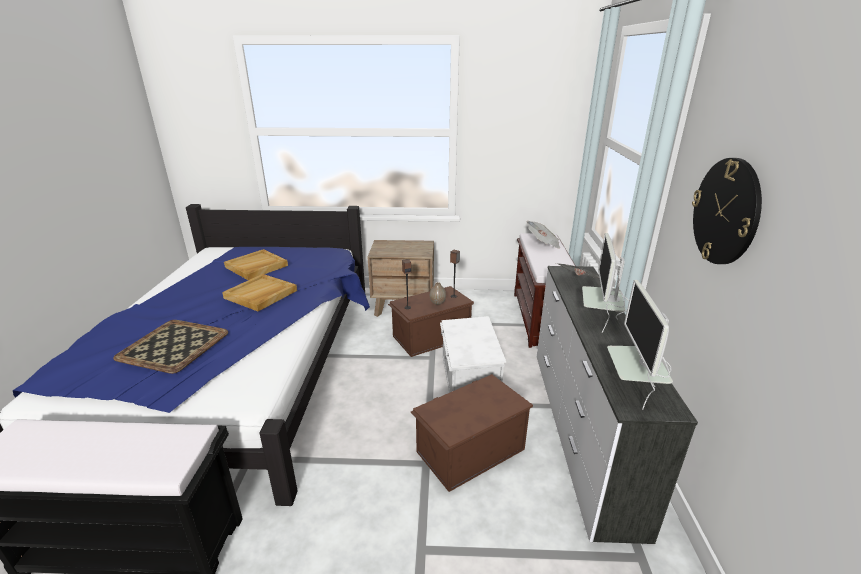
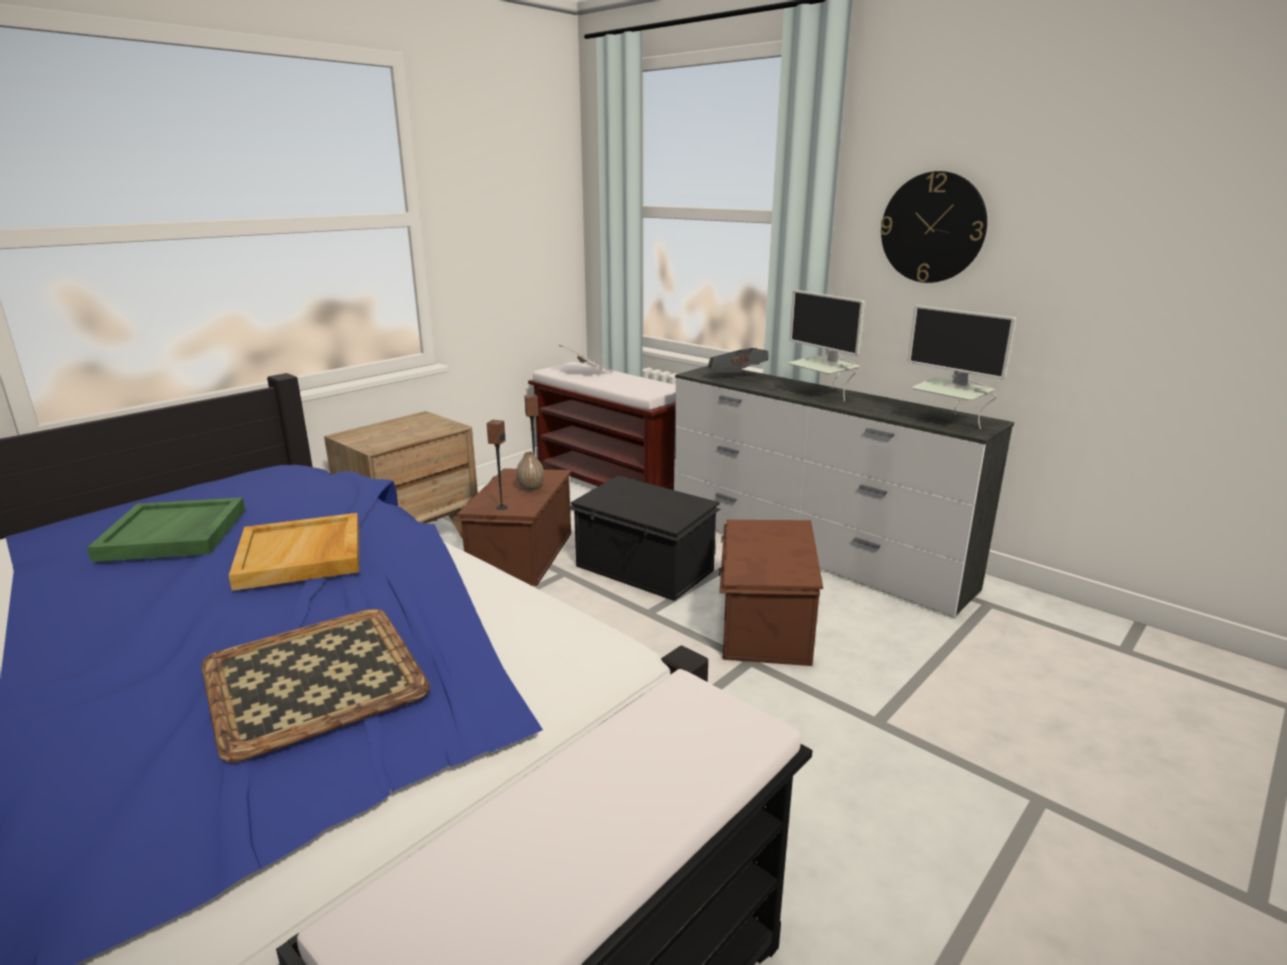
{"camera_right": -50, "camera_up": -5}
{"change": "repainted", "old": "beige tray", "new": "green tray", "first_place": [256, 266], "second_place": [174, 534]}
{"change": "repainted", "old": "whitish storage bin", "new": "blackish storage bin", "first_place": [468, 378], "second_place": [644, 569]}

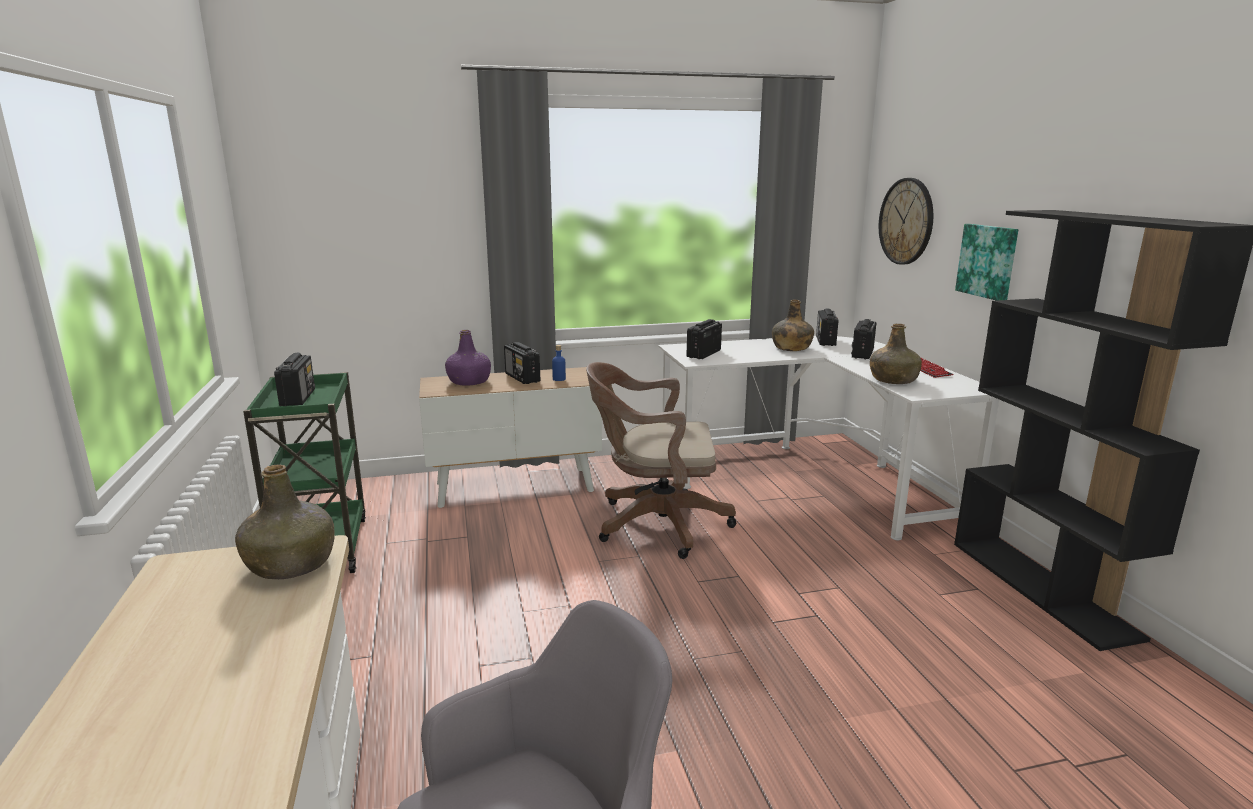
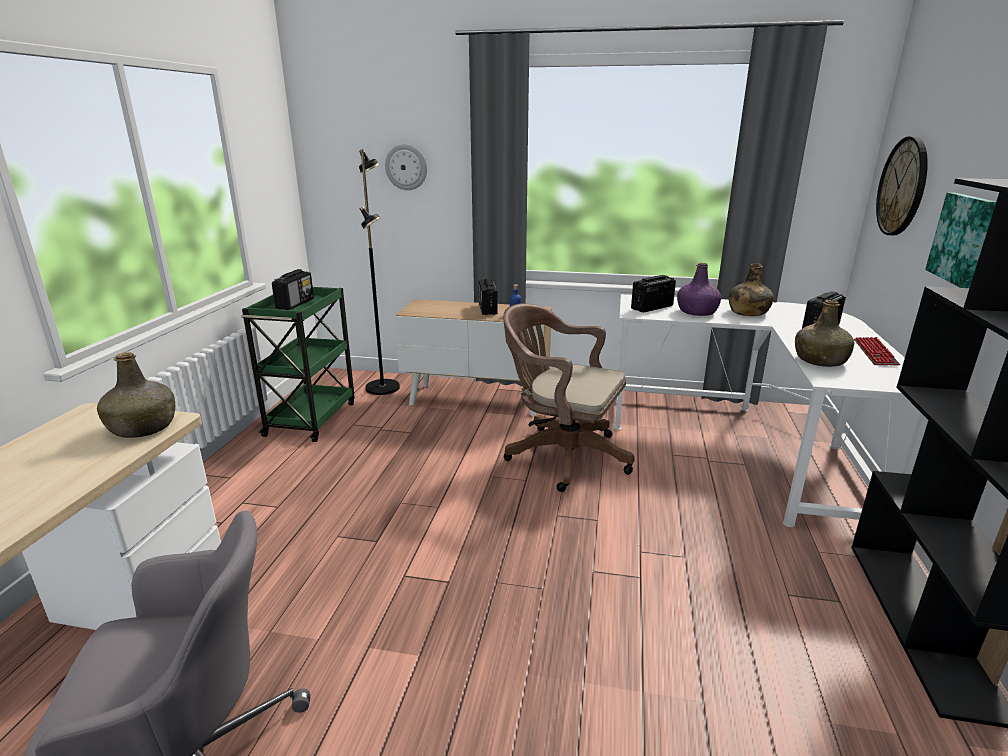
{"camera_right": 25, "camera_up": 5}
{"change": "gone", "old": "radio set", "first_place": [825, 341]}
{"change": "new", "new": "blackish standing lamp", "second_place": [383, 387]}
{"change": "new", "new": "hanging clock", "second_place": [406, 167]}
{"change": "shifted", "old": "purple-coloured drink bottle", "first_place": [469, 382], "second_place": [697, 312]}

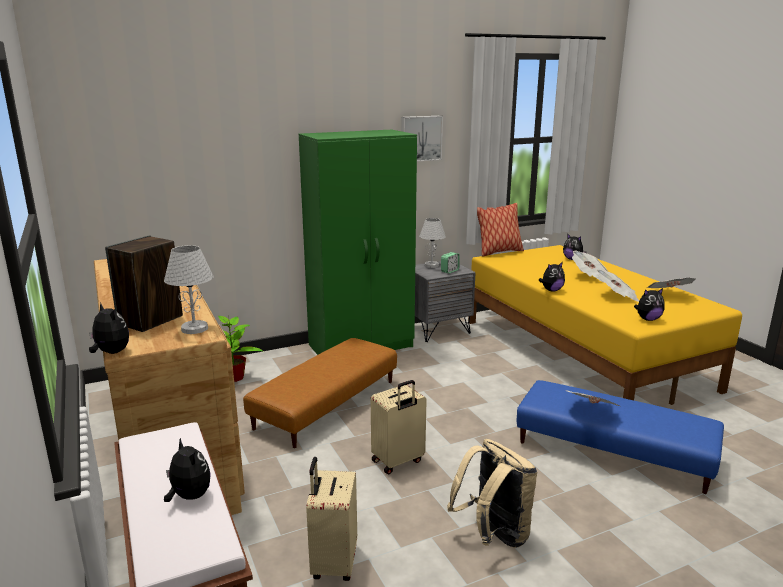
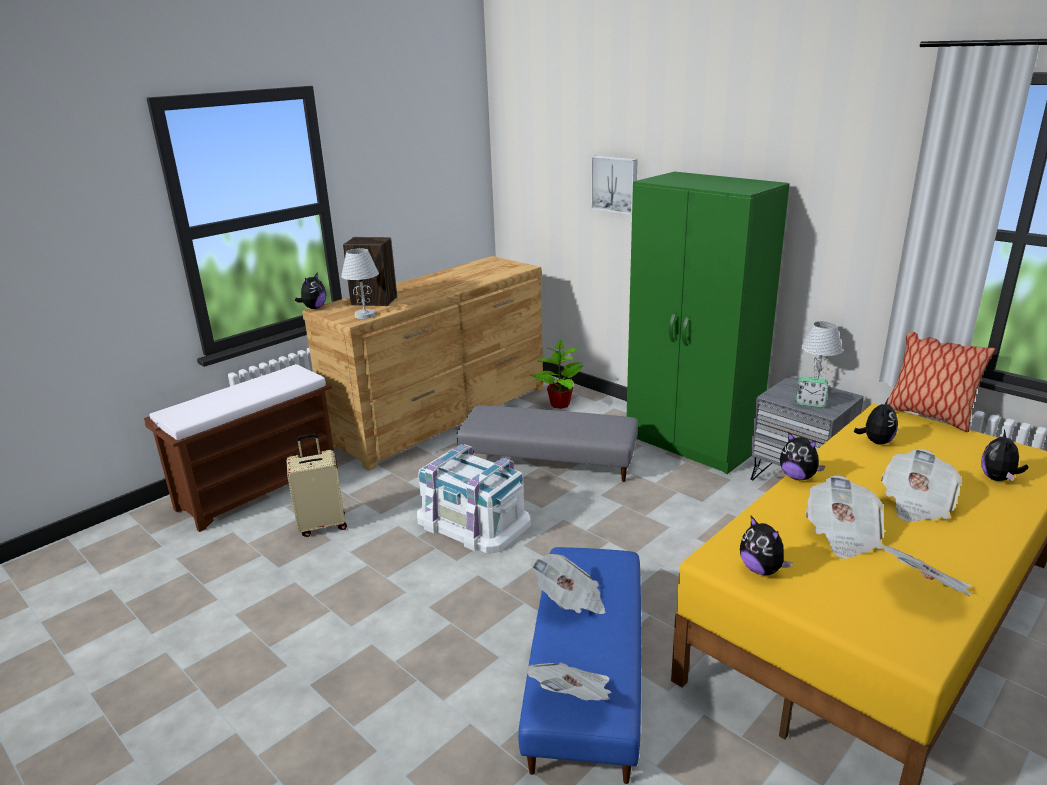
{"camera_right": 70, "camera_up": 5}
{"change": "gone", "old": "beige rucksack", "first_place": [493, 535]}
{"change": "new", "new": "newspaper", "second_place": [573, 697]}
{"change": "shifted", "old": "cuddly toy", "first_place": [189, 496], "second_place": [876, 442]}
{"change": "shifted", "old": "wall art", "first_place": [420, 138], "second_place": [615, 184]}
{"change": "swapped", "old": "beige piece of luggage", "new": "whitish storage bin", "first_place": [398, 461], "second_place": [472, 521]}
{"change": "repainted", "old": "brown footrest", "new": "greyish footrest", "first_place": [326, 404], "second_place": [549, 459]}

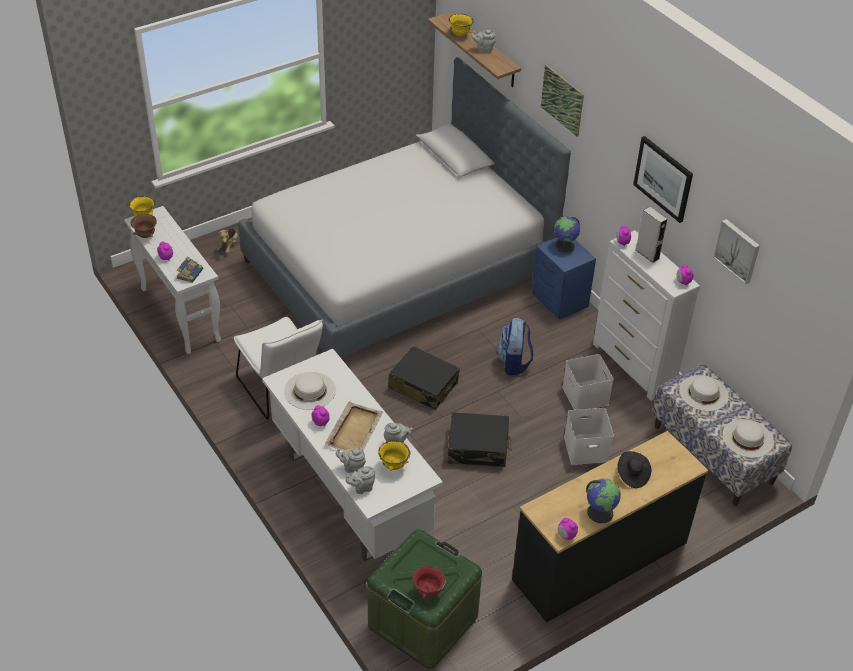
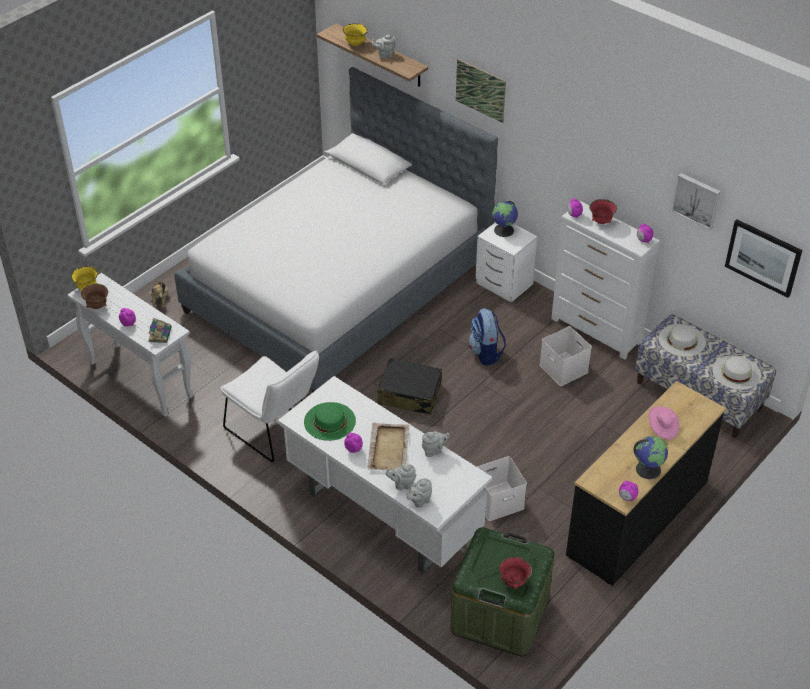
{"camera_right": -15, "camera_up": 0}
{"change": "gone", "old": "yellow deep dish", "first_place": [393, 466]}
{"change": "gone", "old": "blackish piece of luggage", "first_place": [478, 447]}
{"change": "shifted", "old": "whitish storage bin", "first_place": [585, 449], "second_place": [498, 502]}
{"change": "shifted", "old": "wall art", "first_place": [663, 178], "second_place": [763, 257]}
{"change": "swapped", "old": "greyish speaker", "new": "reddish deep dish", "first_place": [647, 254], "second_place": [601, 221]}
{"change": "repainted", "old": "whitish wearable hat", "new": "green wearable hat", "first_place": [309, 390], "second_place": [329, 421]}
{"change": "repainted", "old": "blue-coloured bedside table", "new": "whitish bedside table", "first_place": [559, 301], "second_place": [504, 284]}
{"change": "repainted", "old": "blackish wearable hat", "new": "pinkish wearable hat", "first_place": [632, 475], "second_place": [662, 428]}

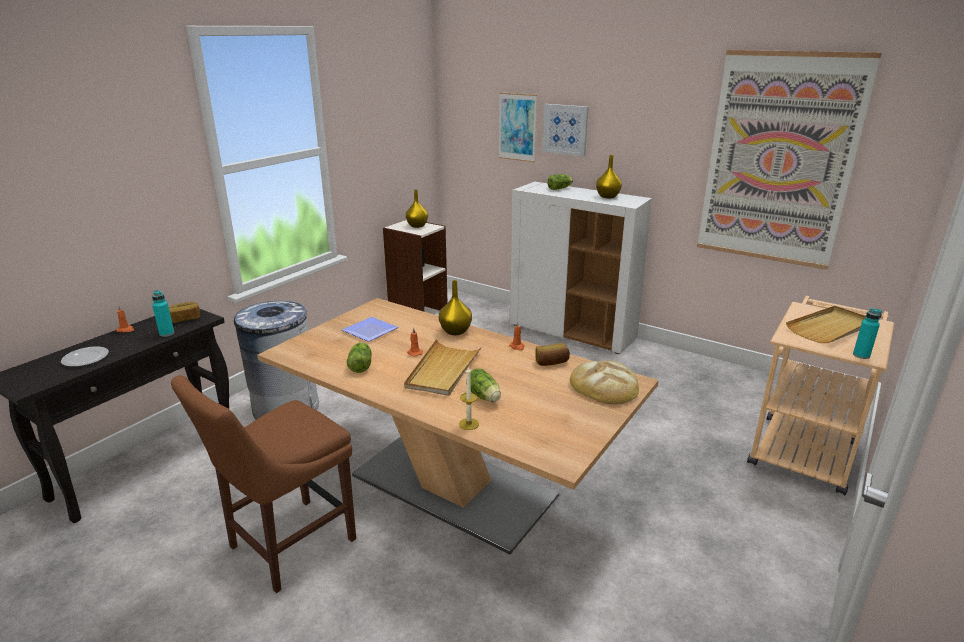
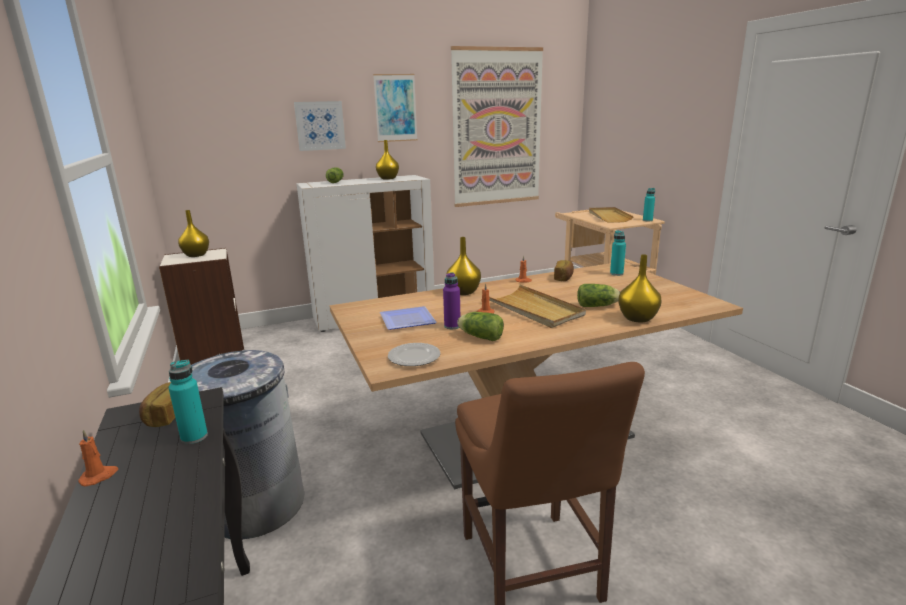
{"camera_right": -55, "camera_up": -5}
{"change": "new", "new": "purple-coloured drink bottle", "second_place": [452, 326]}
{"change": "shifted", "old": "flat dish", "first_place": [85, 359], "second_place": [413, 357]}
{"change": "shifted", "old": "wall art", "first_place": [517, 127], "second_place": [395, 108]}
{"change": "swapped", "old": "wax candle", "new": "yellow flower vase", "first_place": [469, 424], "second_place": [638, 319]}
{"change": "swapped", "old": "baked bread", "new": "blue-green drink bottle", "first_place": [604, 386], "second_place": [616, 273]}

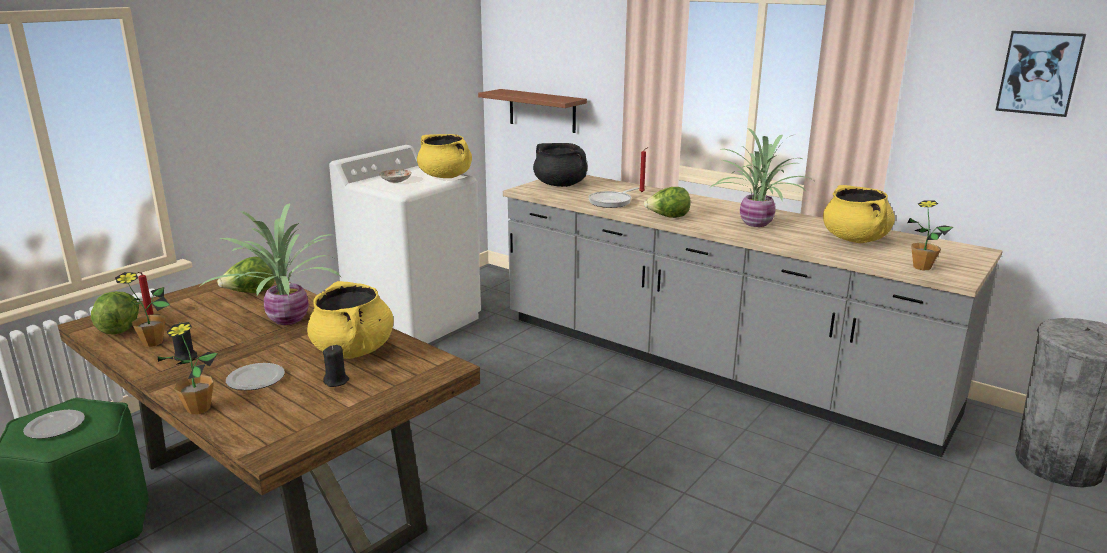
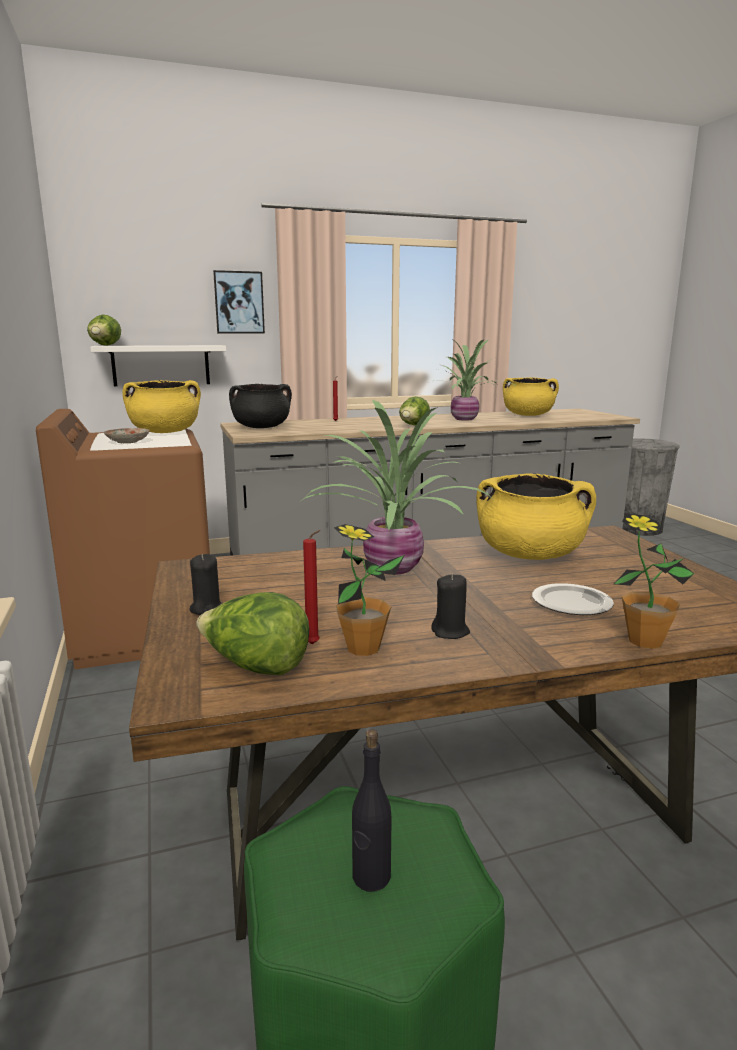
{"camera_right": -55, "camera_up": -5}
{"change": "gone", "old": "frying pan", "first_place": [612, 202]}
{"change": "gone", "old": "houseplant", "first_place": [921, 267]}
{"change": "shifted", "old": "lettuce", "first_place": [250, 293], "second_place": [105, 345]}
{"change": "shifted", "old": "blackish wax candle", "first_place": [336, 381], "second_place": [206, 608]}
{"change": "shifted", "old": "wall art", "first_place": [1039, 73], "second_place": [239, 302]}
{"change": "swapped", "old": "flat dish", "new": "blackish drink bottle", "first_place": [55, 427], "second_place": [371, 877]}
{"change": "repainted", "old": "whitish laundry appliance", "new": "brown laundry appliance", "first_place": [414, 321], "second_place": [144, 631]}
{"change": "repainted", "old": "brown bracket shelf", "new": "whitish bracket shelf", "first_place": [542, 110], "second_place": [161, 365]}

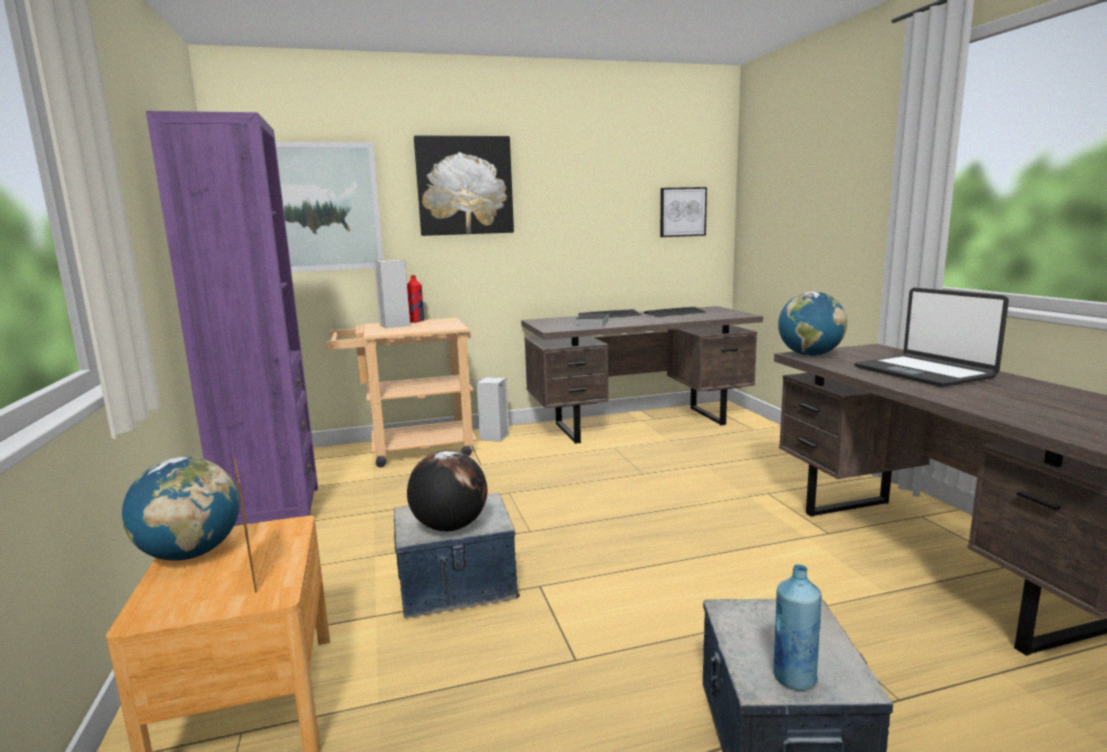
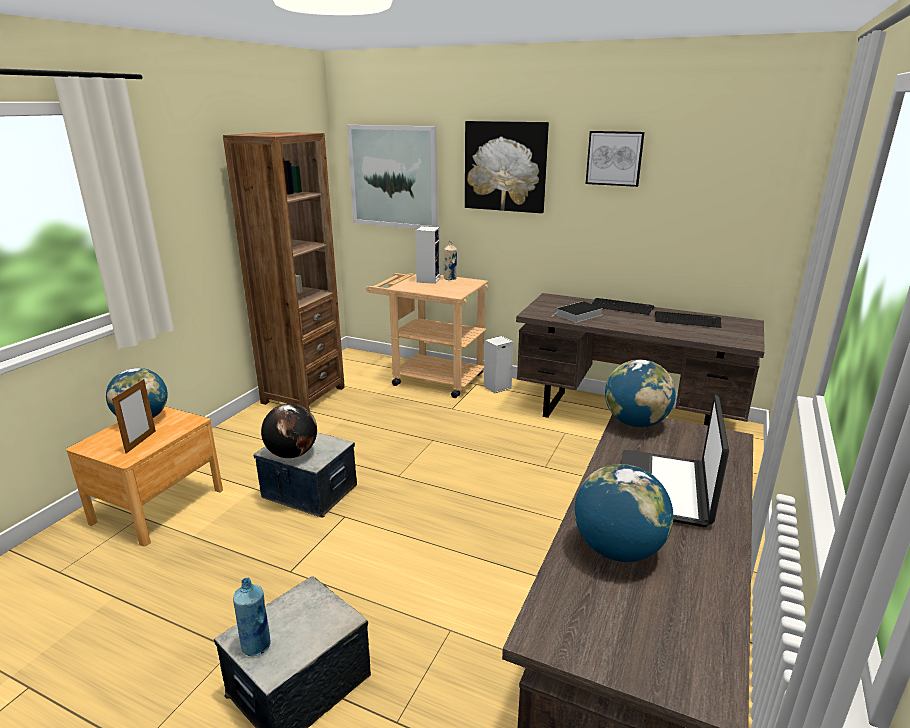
{"camera_right": 40, "camera_up": 10}
{"change": "new", "new": "globe", "second_place": [617, 550]}
{"change": "shifted", "old": "wall art", "first_place": [682, 212], "second_place": [614, 158]}
{"change": "repainted", "old": "purple-coloured bookcase", "new": "brown bookcase", "first_place": [271, 511], "second_place": [303, 395]}
{"change": "repainted", "old": "reddish drink bottle", "new": "beige drink bottle", "first_place": [416, 321], "second_place": [450, 279]}

